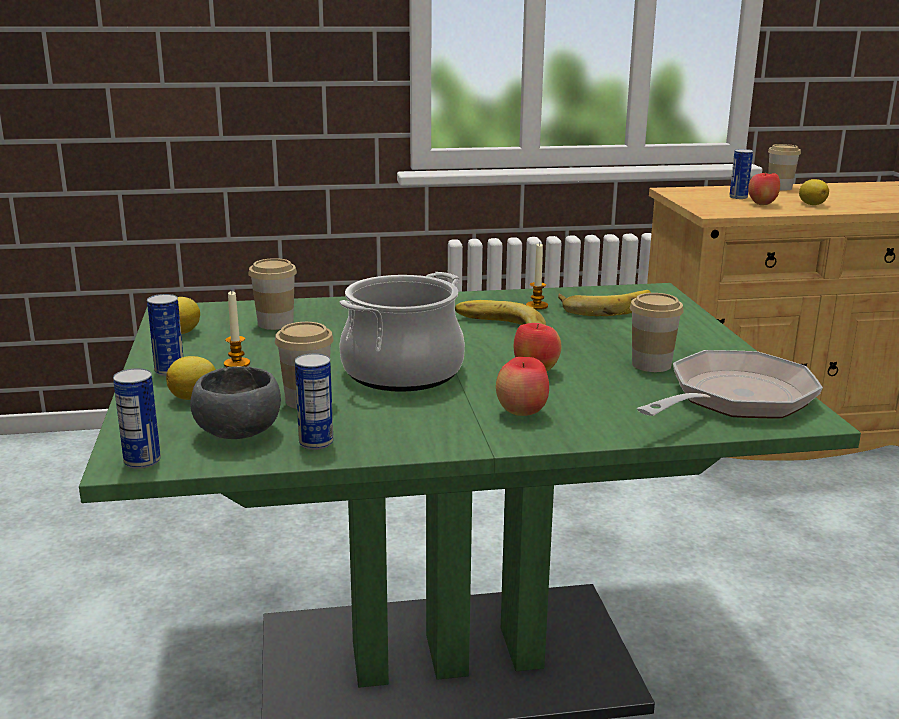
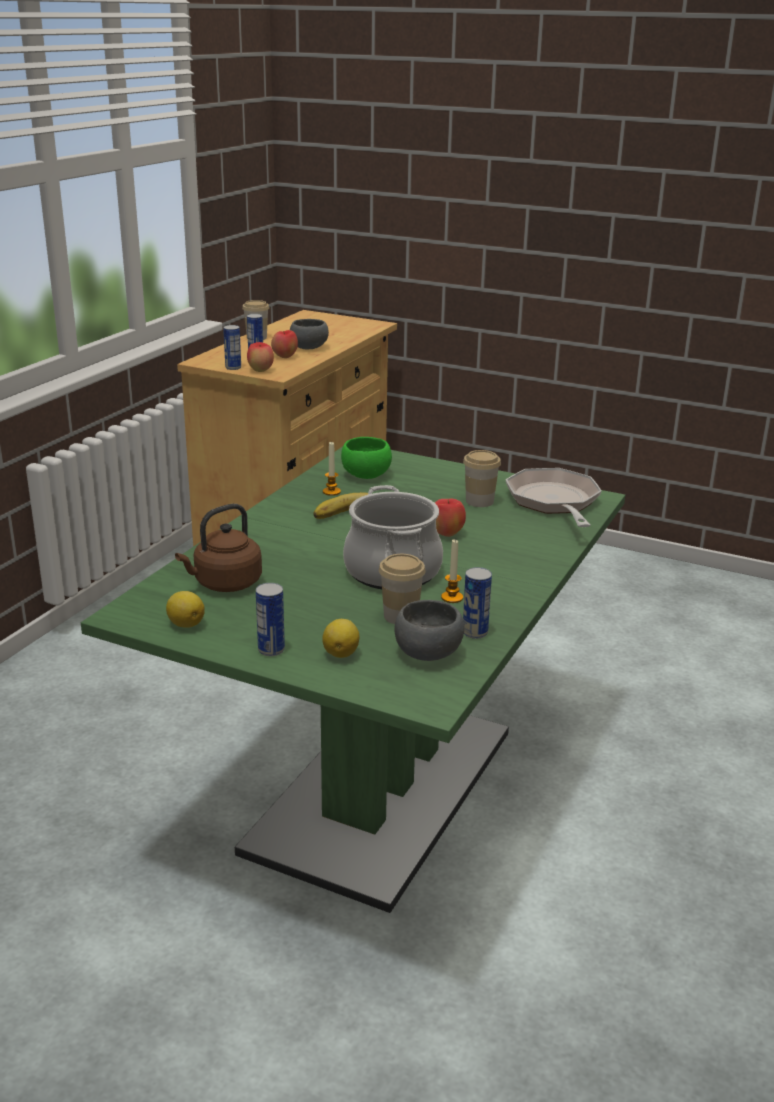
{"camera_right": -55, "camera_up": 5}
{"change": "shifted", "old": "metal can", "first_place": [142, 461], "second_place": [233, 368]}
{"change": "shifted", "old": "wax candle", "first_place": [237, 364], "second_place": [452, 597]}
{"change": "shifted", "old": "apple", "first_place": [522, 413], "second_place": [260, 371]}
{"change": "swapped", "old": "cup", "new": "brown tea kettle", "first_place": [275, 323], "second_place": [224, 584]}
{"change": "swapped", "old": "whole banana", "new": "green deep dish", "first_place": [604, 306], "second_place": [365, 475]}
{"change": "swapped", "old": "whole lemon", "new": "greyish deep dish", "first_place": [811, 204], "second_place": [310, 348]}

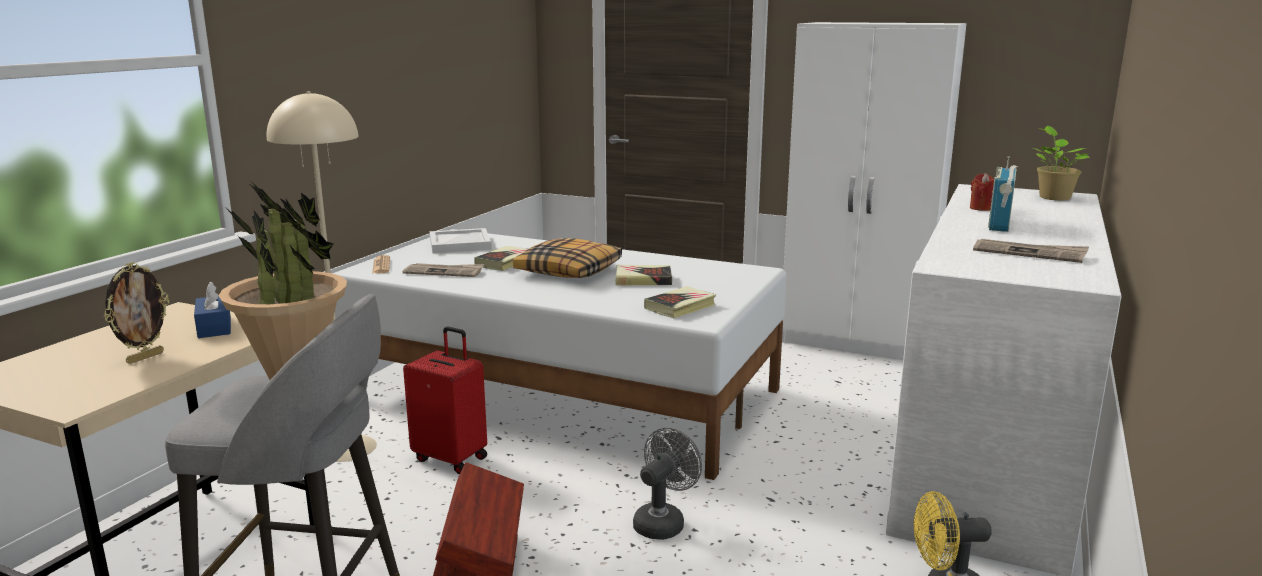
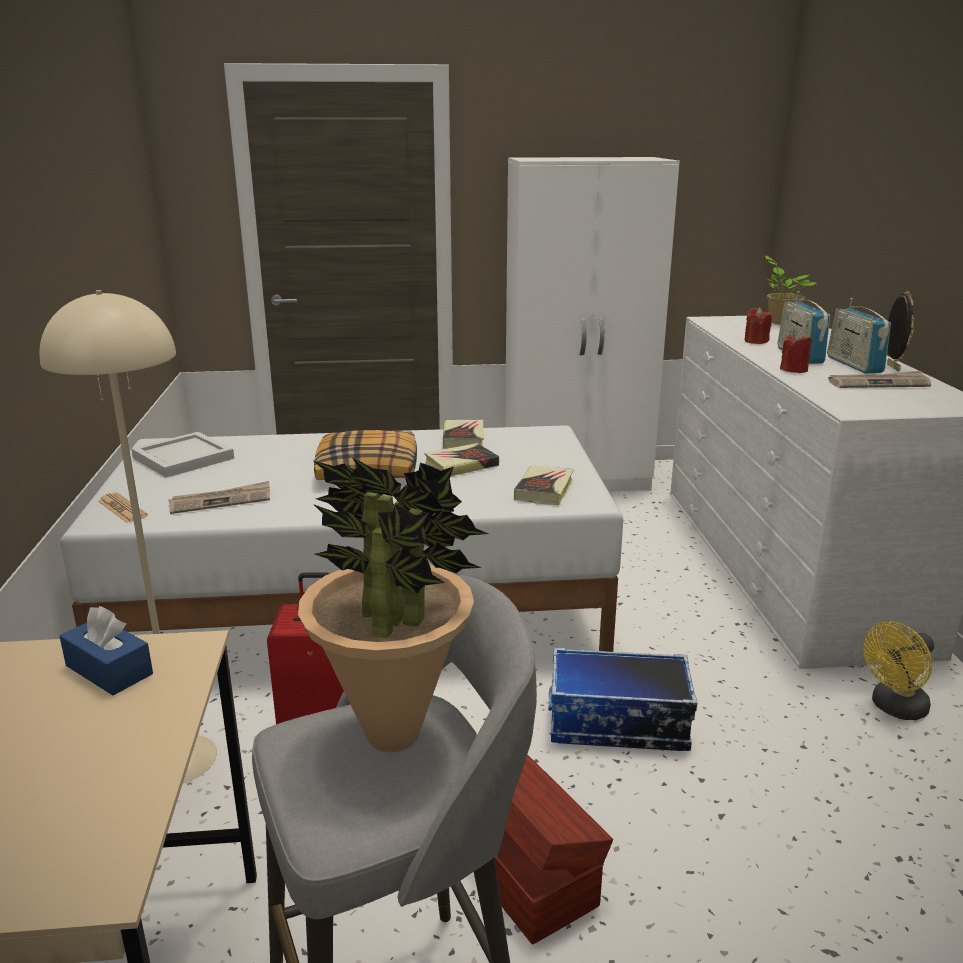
{"camera_right": -30, "camera_up": 5}
{"change": "new", "new": "reddish wax candle", "second_place": [794, 370]}
{"change": "new", "new": "radio set", "second_place": [854, 364]}
{"change": "shifted", "old": "picture frame", "first_place": [145, 357], "second_place": [891, 367]}
{"change": "shifted", "old": "bound book", "first_place": [505, 262], "second_place": [463, 438]}
{"change": "swapped", "old": "greyish cooling fan", "new": "storage bin", "first_place": [663, 522], "second_place": [617, 724]}

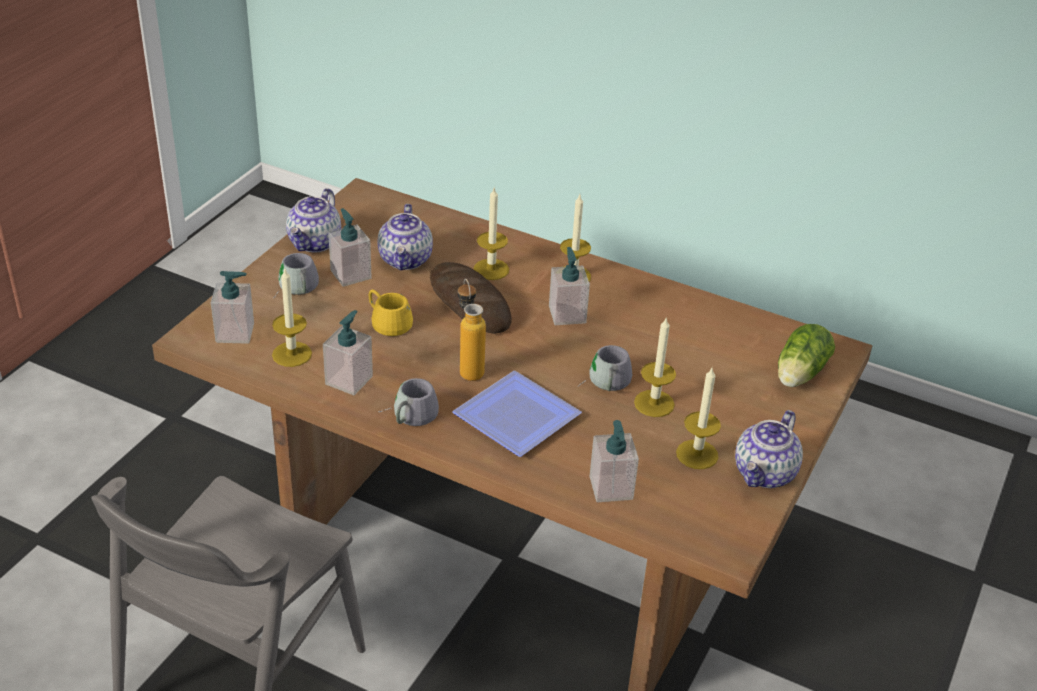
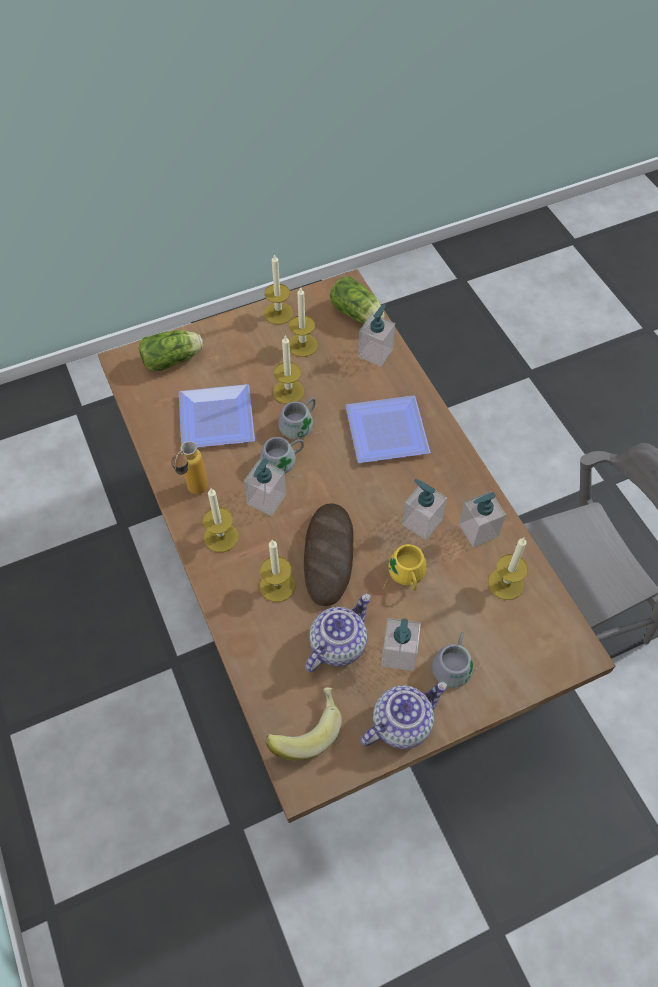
{"camera_right": -140, "camera_up": 20}
{"change": "new", "new": "flat dish", "second_place": [214, 417]}
{"change": "new", "new": "whole banana", "second_place": [305, 728]}
{"change": "new", "new": "lettuce", "second_place": [358, 314]}
{"change": "shifted", "old": "liquid soap bottle", "first_place": [235, 333], "second_place": [421, 522]}
{"change": "shifted", "old": "greyish coffee mug", "first_place": [408, 414], "second_place": [284, 463]}
{"change": "shifted", "old": "drink bottle", "first_place": [468, 367], "second_place": [194, 493]}
{"change": "swapped", "old": "teapot", "new": "wax candle", "first_place": [765, 474], "second_place": [278, 313]}

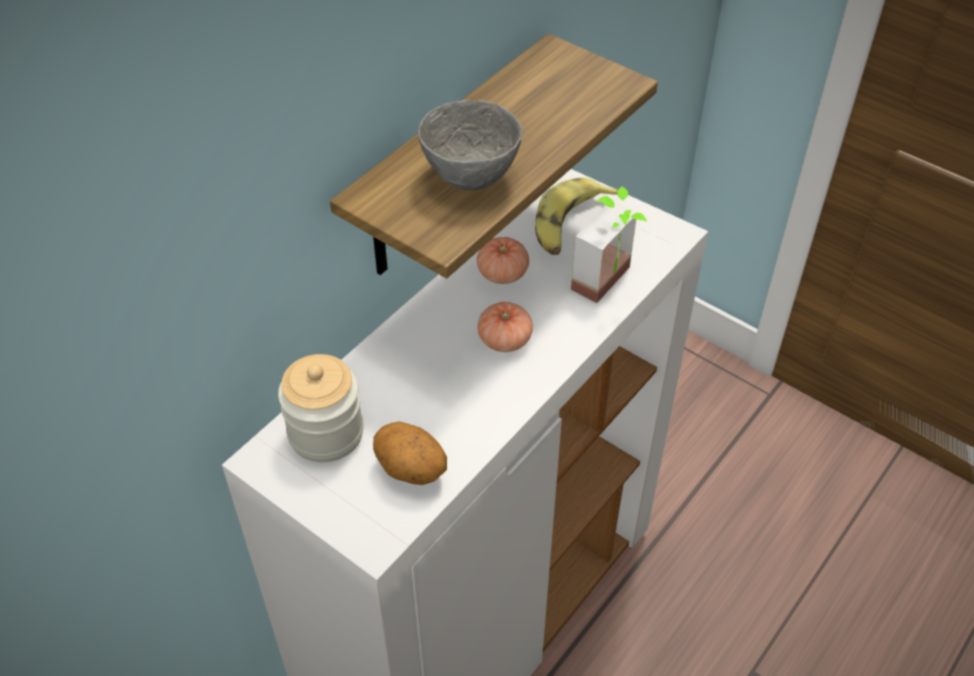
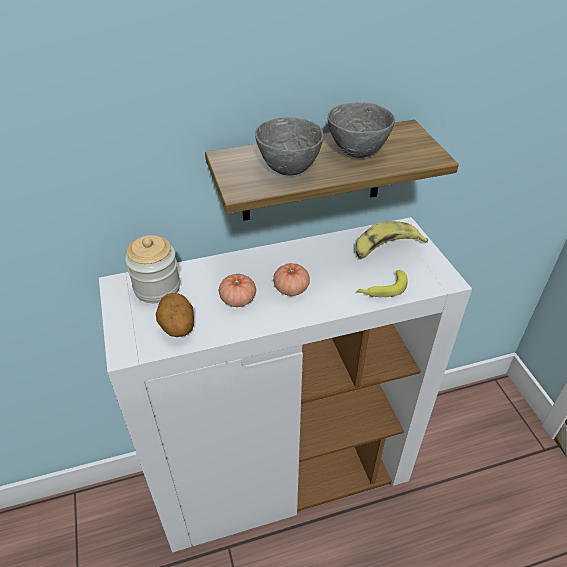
{"camera_right": 35, "camera_up": -5}
{"change": "new", "new": "greyish deep dish", "second_place": [357, 152]}
{"change": "shifted", "old": "tomato", "first_place": [502, 273], "second_place": [238, 299]}
{"change": "swapped", "old": "houseplant", "new": "whole banana", "first_place": [611, 284], "second_place": [381, 289]}

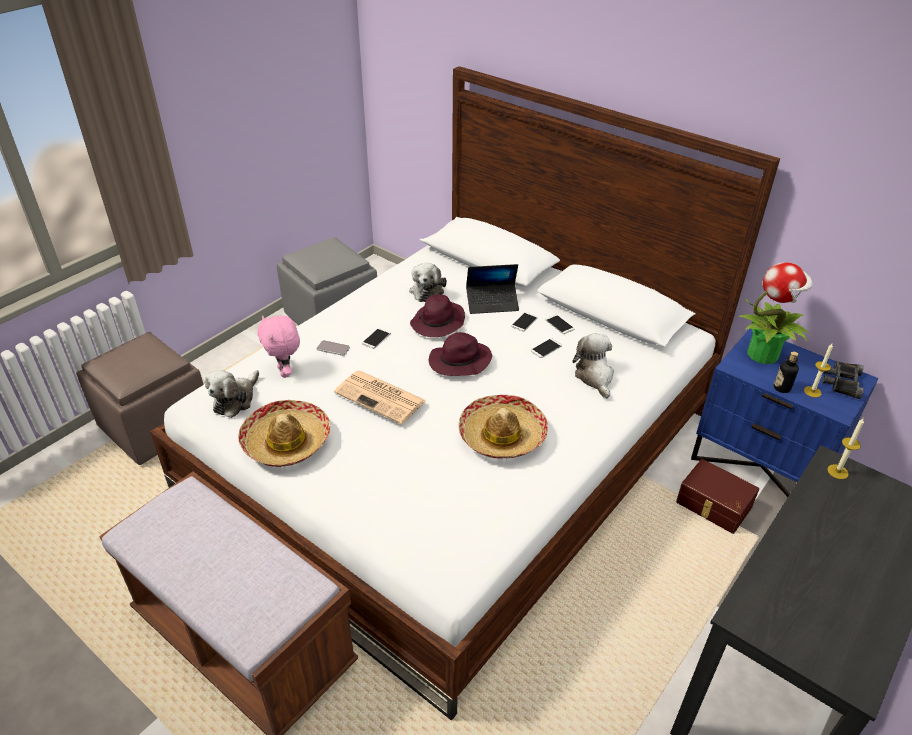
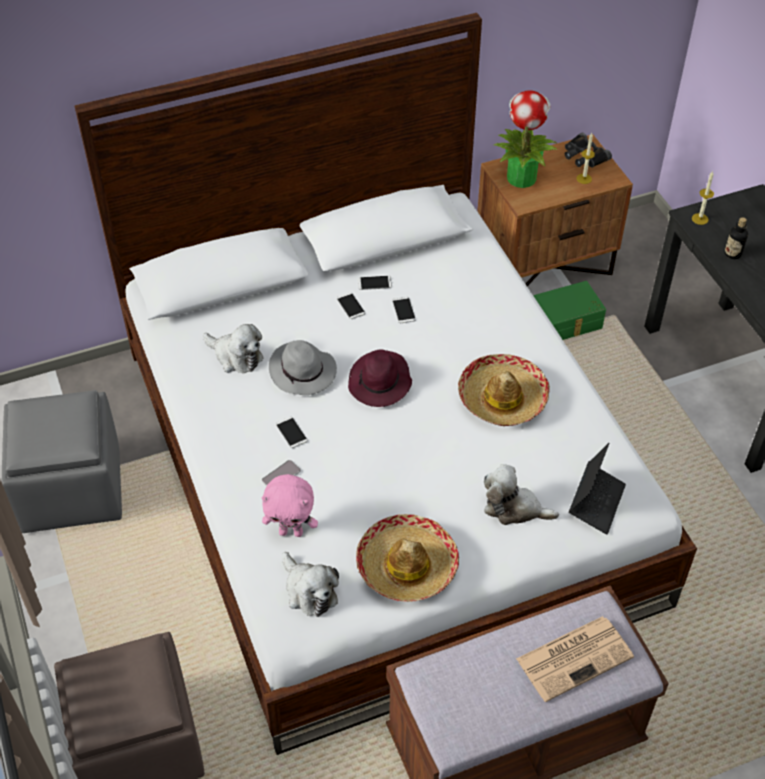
{"camera_right": -60, "camera_up": 10}
{"change": "shifted", "old": "newspaper", "first_place": [381, 397], "second_place": [575, 657]}
{"change": "shifted", "old": "portable computer", "first_place": [492, 303], "second_place": [596, 502]}
{"change": "shifted", "old": "cuddly toy", "first_place": [594, 377], "second_place": [514, 508]}
{"change": "shifted", "old": "drink bottle", "first_place": [781, 388], "second_place": [732, 253]}
{"change": "repainted", "old": "purple-coloured wearable hat", "new": "greyish wearable hat", "first_place": [438, 323], "second_place": [303, 372]}
{"change": "repainted", "old": "brown storage bin", "new": "green storage bin", "first_place": [713, 506], "second_place": [567, 322]}
{"change": "repainted", "old": "blue-coloured bedside table", "new": "brown bedside table", "first_place": [762, 465], "second_place": [544, 265]}

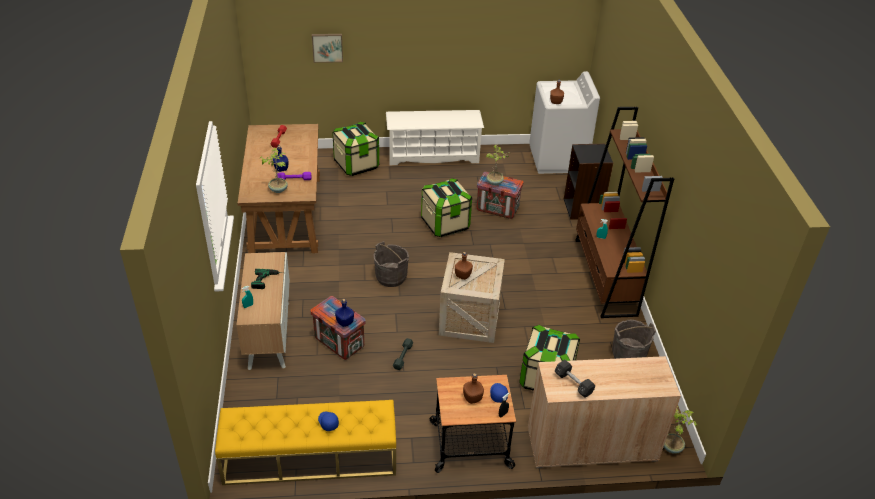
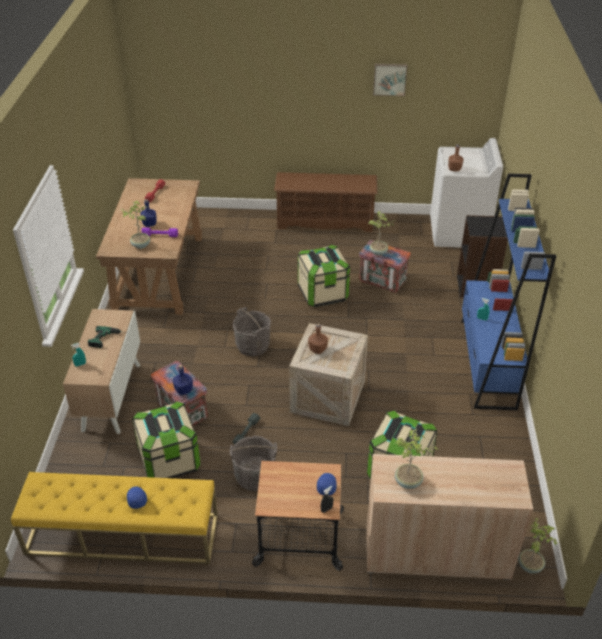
{"camera_right": 10, "camera_up": 0}
{"change": "gone", "old": "brown drink bottle", "first_place": [473, 398]}
{"change": "shifted", "old": "wall art", "first_place": [327, 47], "second_place": [389, 79]}
{"change": "shifted", "old": "storage bin", "first_place": [356, 164], "second_place": [169, 460]}
{"change": "shifted", "old": "greyish pail", "first_place": [628, 355], "second_place": [254, 476]}
{"change": "swapped", "old": "blackish hand weight", "new": "houseplant", "first_place": [573, 383], "second_place": [408, 482]}
{"change": "repainted", "old": "whitish shoe stand", "new": "brown shoe stand", "first_place": [433, 155], "second_place": [325, 221]}
{"change": "repainted", "old": "brown bookcase", "new": "blue-coloured bookcase", "first_place": [605, 277], "second_place": [487, 363]}

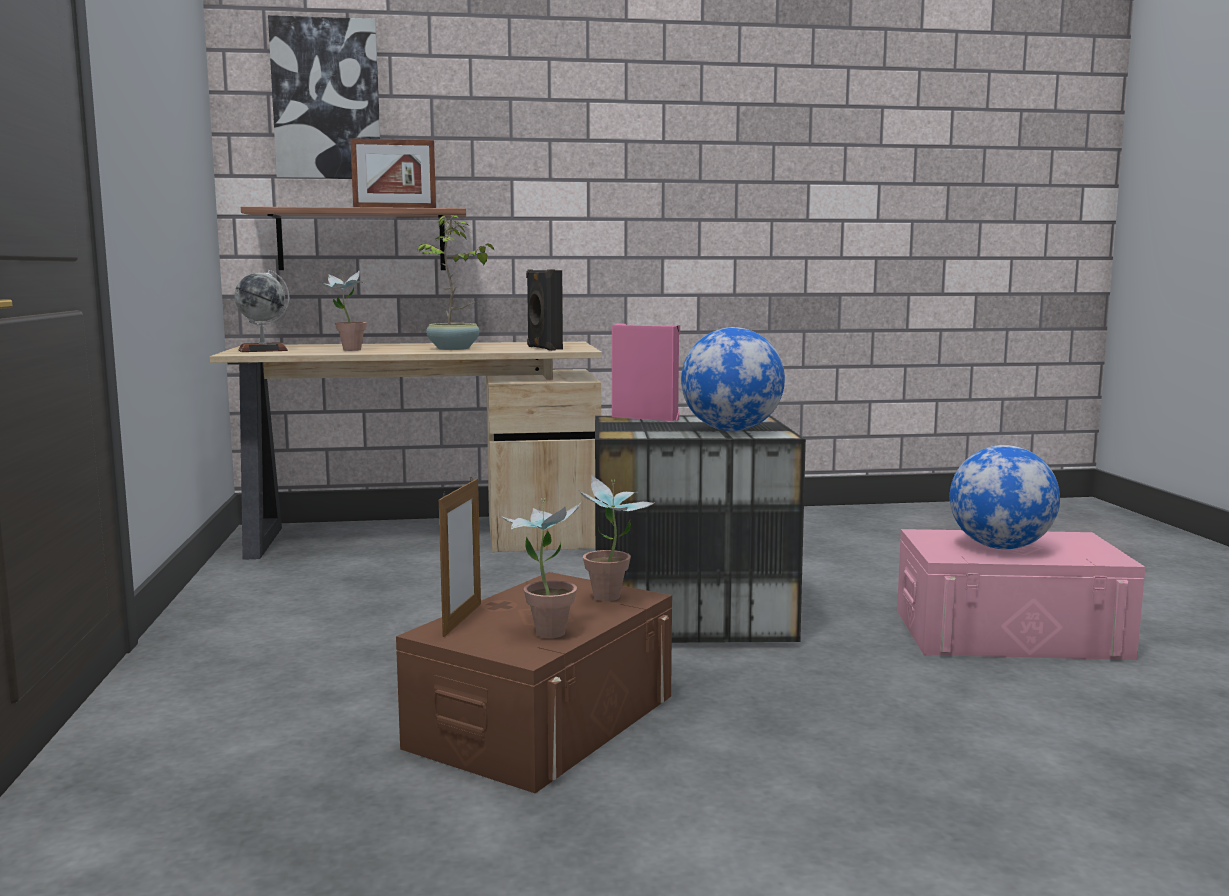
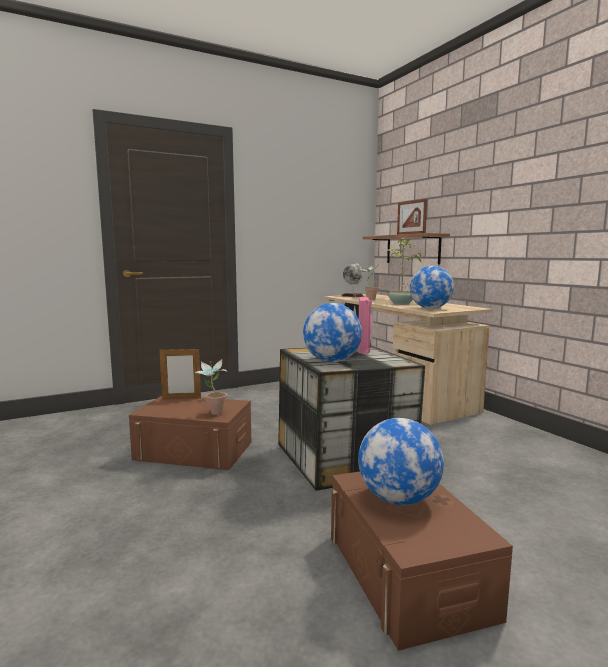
{"camera_right": 70, "camera_up": 0}
{"change": "gone", "old": "wall art", "first_place": [326, 99]}
{"change": "gone", "old": "houseplant", "first_place": [545, 629]}
{"change": "swapped", "old": "blackish speaker", "new": "globe", "first_place": [543, 348], "second_place": [430, 308]}
{"change": "repainted", "old": "pinkish storage bin", "new": "brown storage bin", "first_place": [1009, 634], "second_place": [407, 573]}

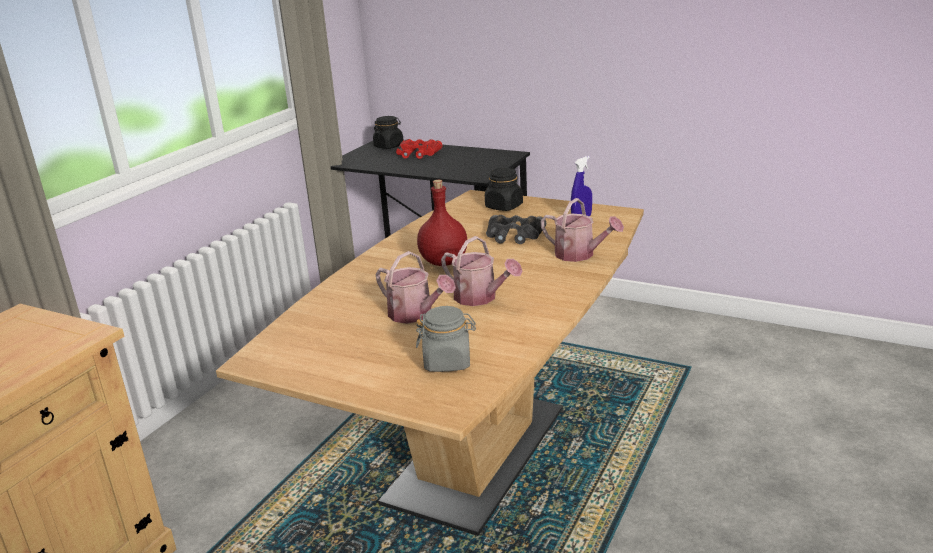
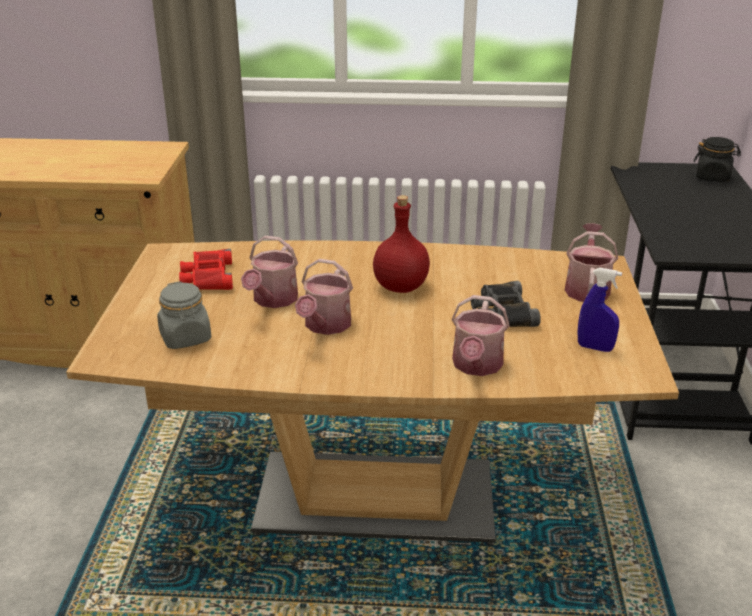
{"camera_right": 65, "camera_up": 5}
{"change": "shifted", "old": "reddish binoculars", "first_place": [417, 154], "second_place": [208, 277]}
{"change": "swapped", "old": "blackish preserve jar", "new": "watering can", "first_place": [504, 206], "second_place": [587, 288]}

